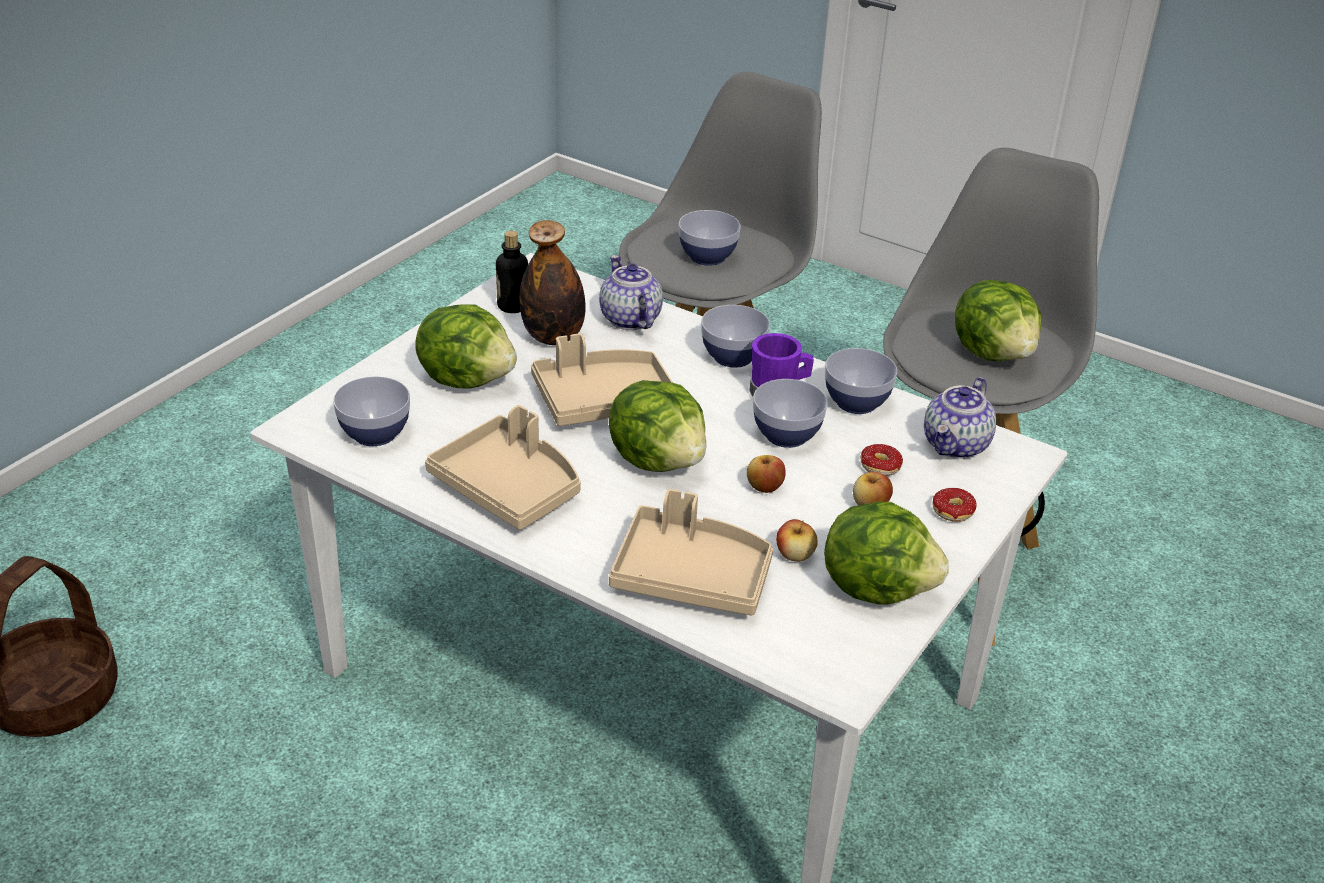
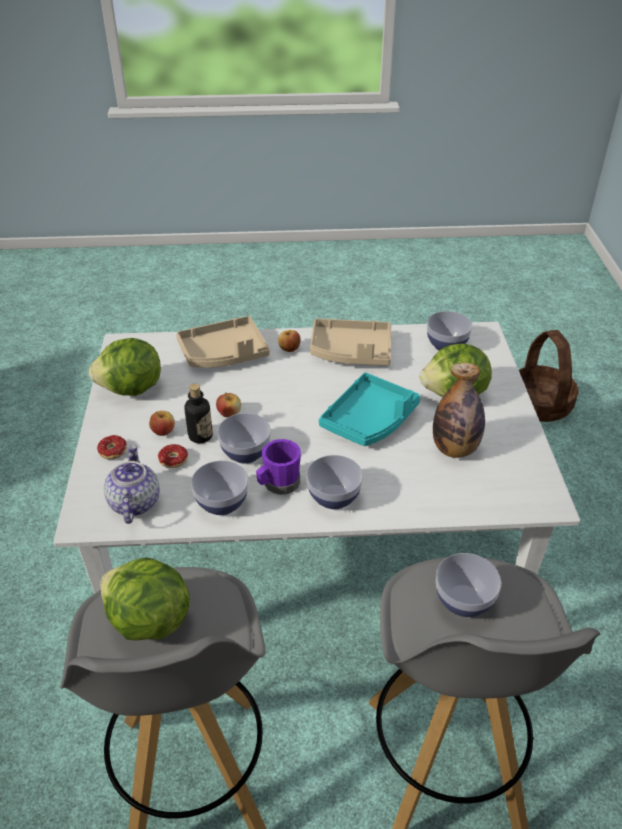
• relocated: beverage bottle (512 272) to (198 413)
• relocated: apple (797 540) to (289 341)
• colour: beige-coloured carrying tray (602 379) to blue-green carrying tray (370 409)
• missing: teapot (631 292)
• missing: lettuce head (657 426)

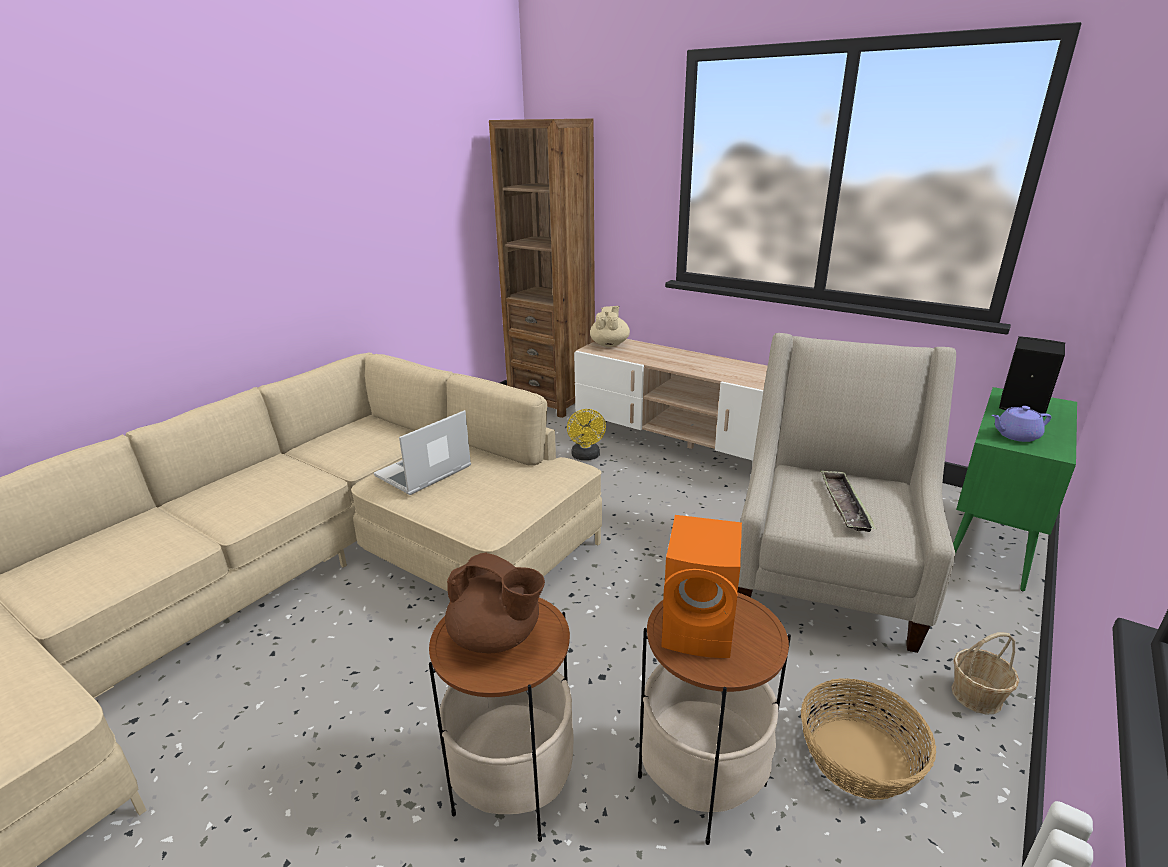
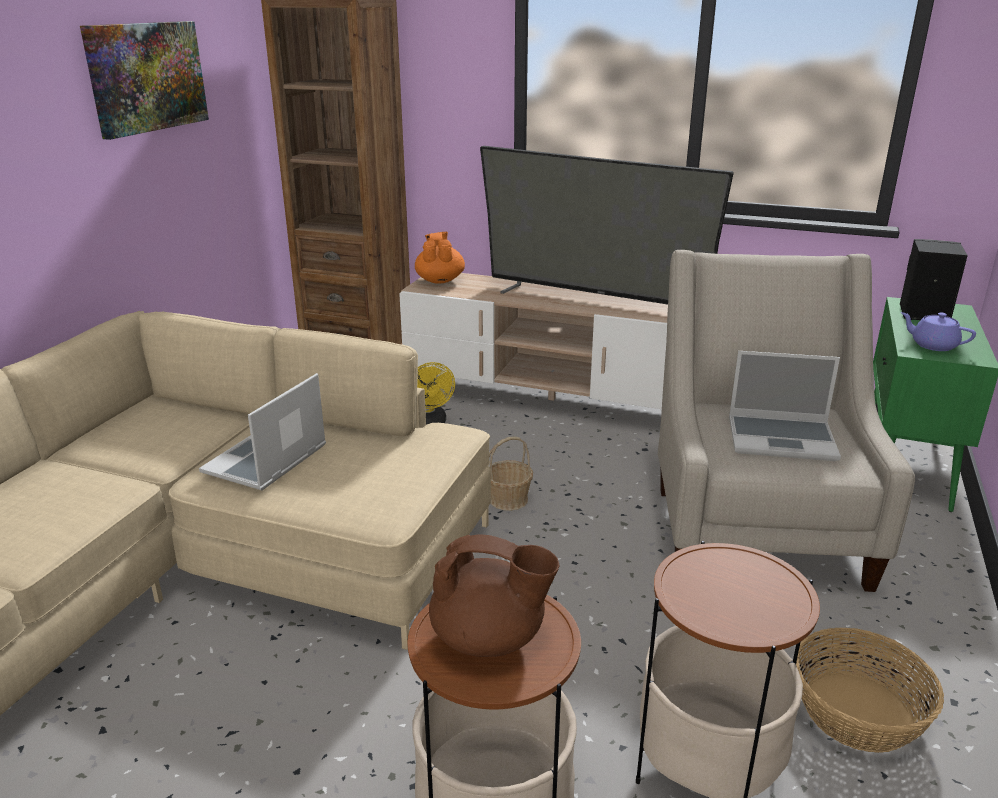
• appeared: wall art (144 80)
• colour: beige-coloured teapot (610 326) to orange-coloured teapot (440 258)
• appeared: TV set (607 225)
• relocated: storage basket (985 673) to (511 474)
• exchanged: carrying tray (848 501) to portable computer (785 406)
• spun: purple-coloured teapot (1021 424) = (938 331) 60 degrees clockwise
• missing: orange-coloured audio speaker (701 586)

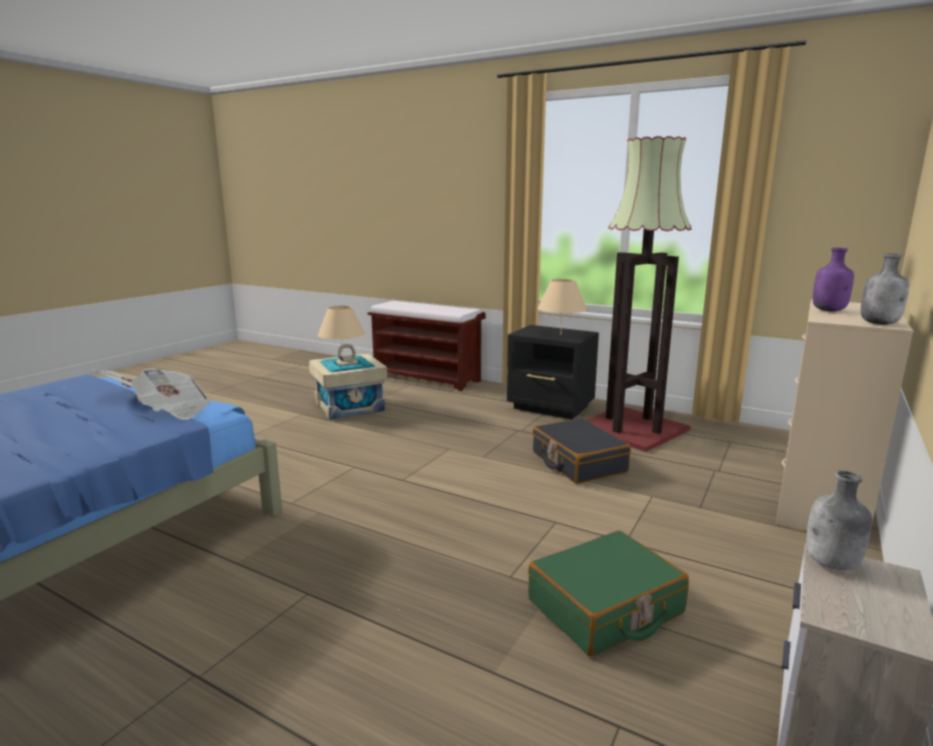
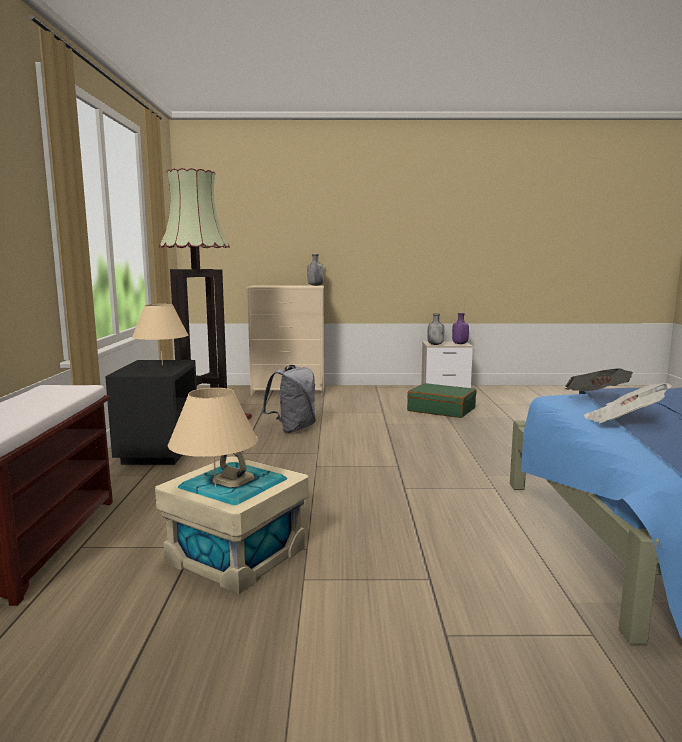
• exchanged: black travel case (582 451) to grey backpack (289 399)
• relocated: purple-coloured beverage bottle (833 279) to (460 328)

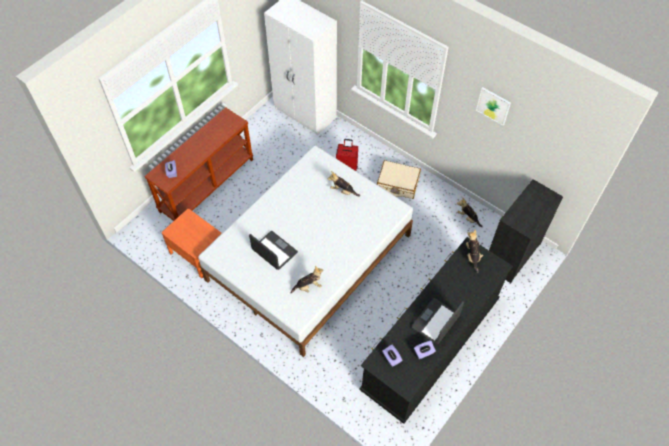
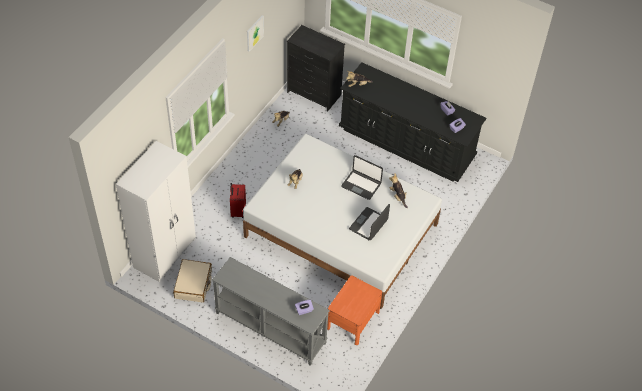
• relocated: beige-coloured travel case (399 179) to (192 281)
• colour: brown hall table (198 164) to grey hall table (270 311)
• relocated: portable computer (438 321) to (362 177)

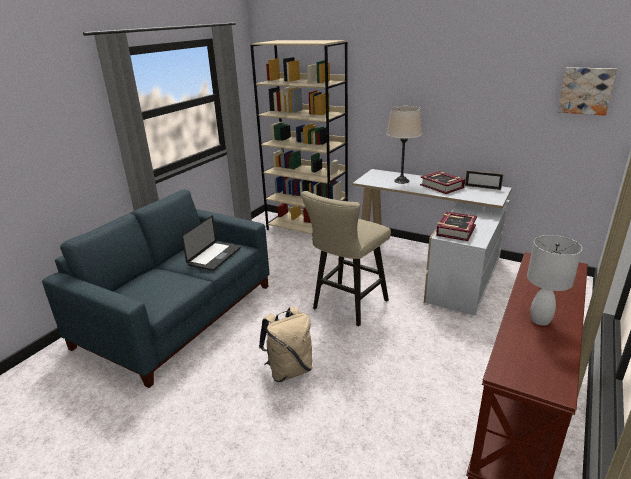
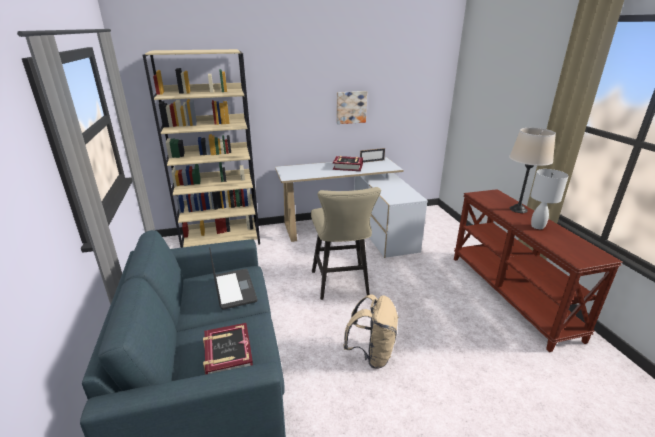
• relocated: volume (456 226) to (228 349)
• relocated: wall art (587 91) to (351 107)
• relocated: beige-coloured lamp for a table (404 145) to (532 170)

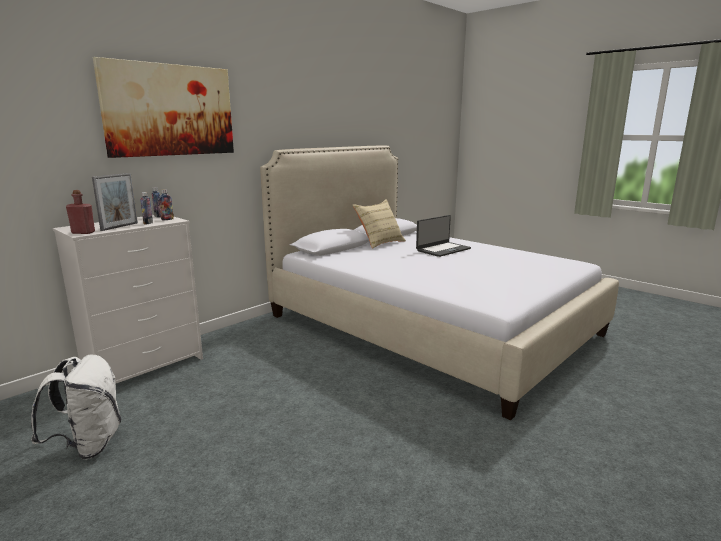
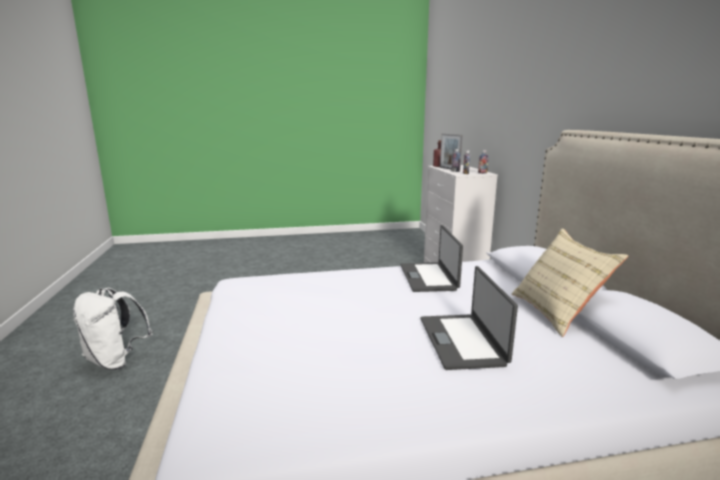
• relocated: whitish backpack (76 407) to (112 329)
• appeared: portable computer (431 258)
• missing: wall art (163 107)

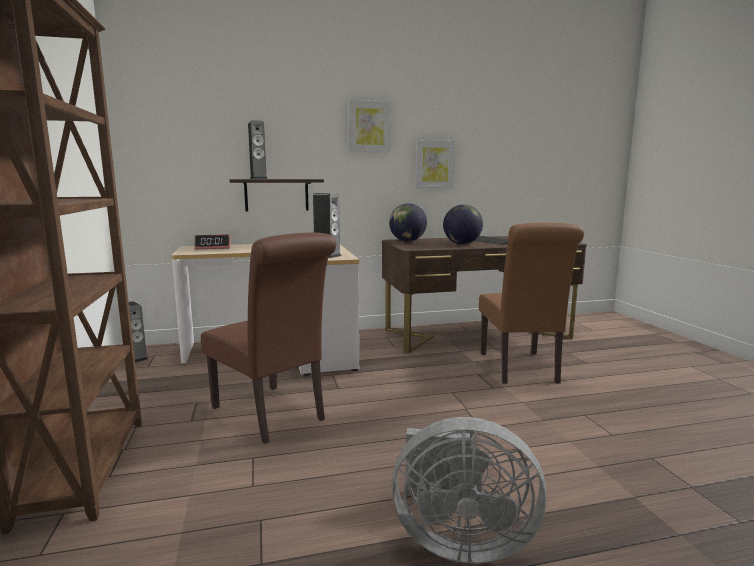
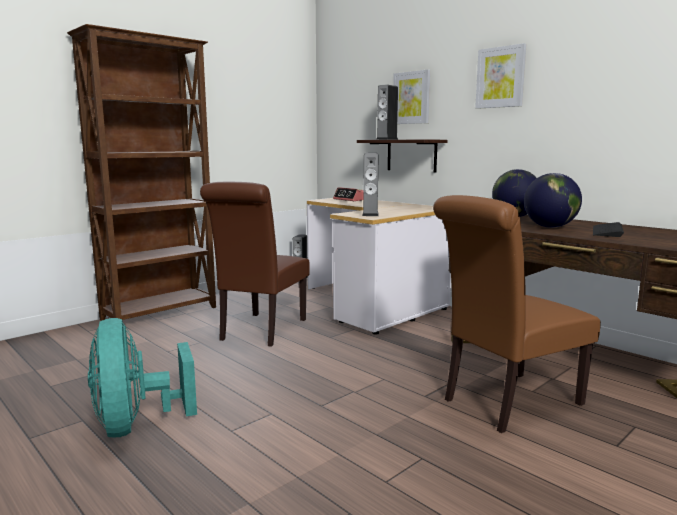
• colour: grey cooling fan (469 490) to blue-green cooling fan (142 378)
• relocated: wall art (435 164) to (411 97)

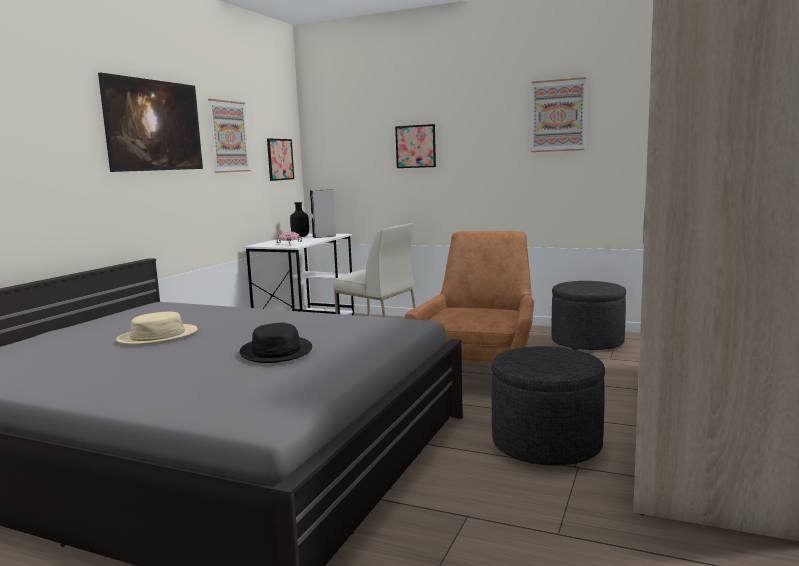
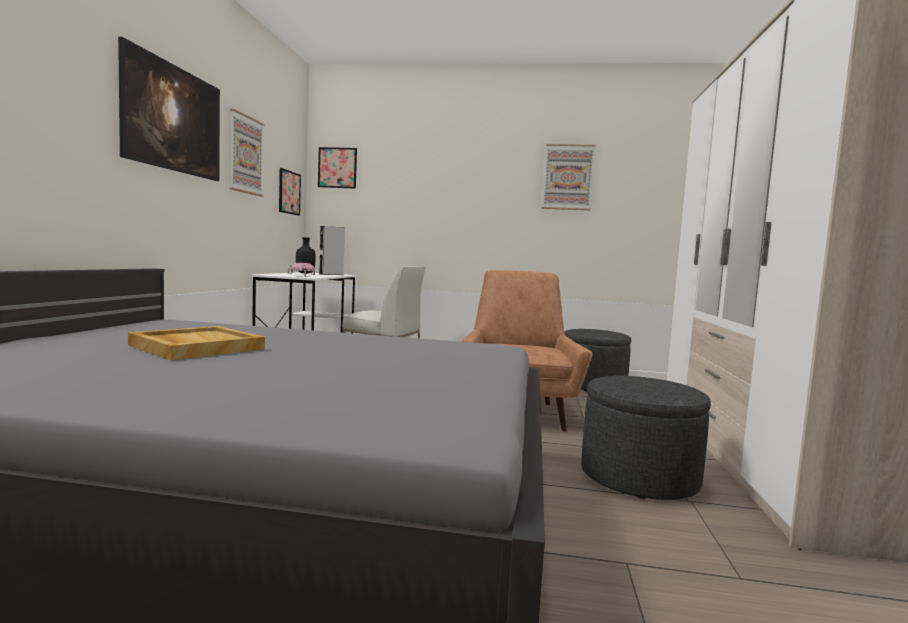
• exchanged: beige-coloured wearable hat (157 328) to beige-coloured carrying tray (196 343)
• relocated: wall art (415 146) to (337 167)
• missing: black wearable hat (275 343)

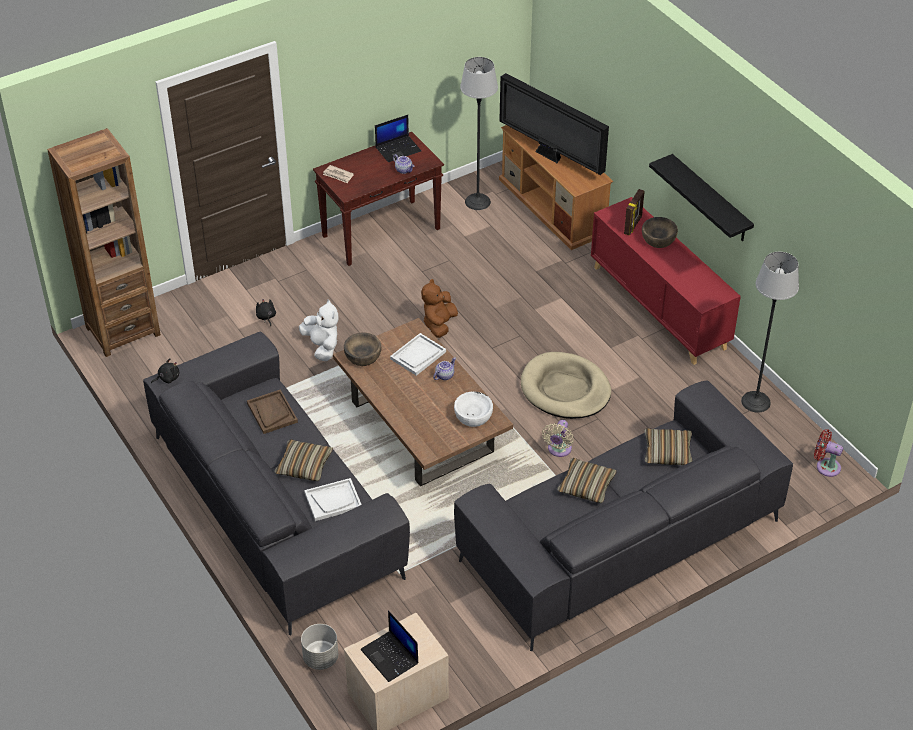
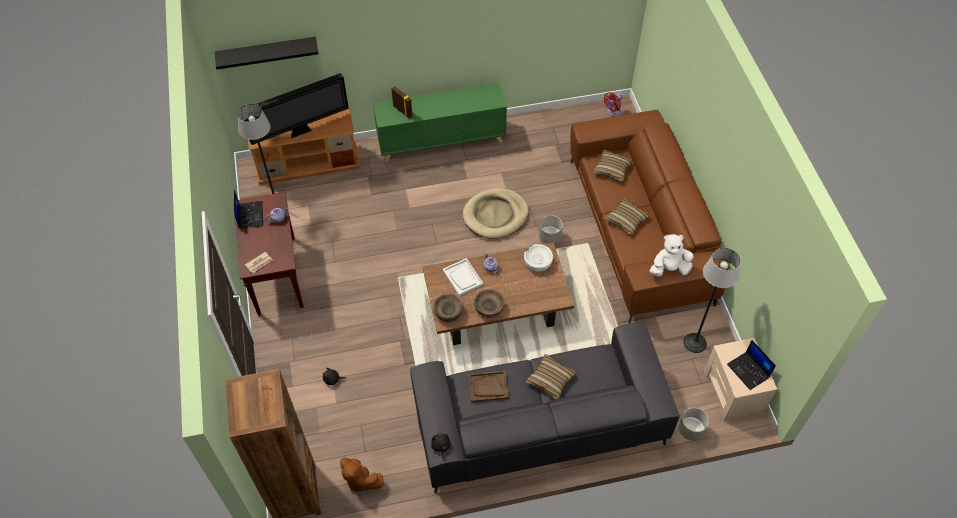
• relocated: black bracket shelf (701 197) to (267 53)
• relocated: brown soft toy (439 308) to (362 474)
• colour: reddish storage cabinet (666 281) to green storage cabinet (440 122)
• relocated: brown bowl (660 232) to (489 303)
• exchanged: beige-coloured cooling fan (558 438) to grey planter (551 229)
• colour: grey settee (623 515) to brown settee (650 216)
• relocated: whitish soft toy (319 330) to (672 255)
• relocated: standard lamp (770 332) to (712 300)
• spun: portable computer (389 646) = (751 365) 75 degrees clockwise
• missing: whitish carrying tray (333 499)

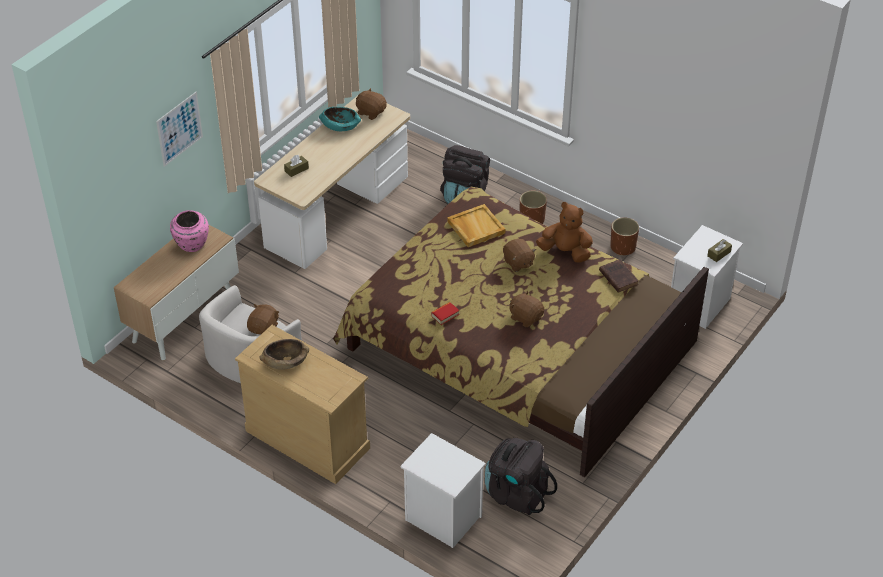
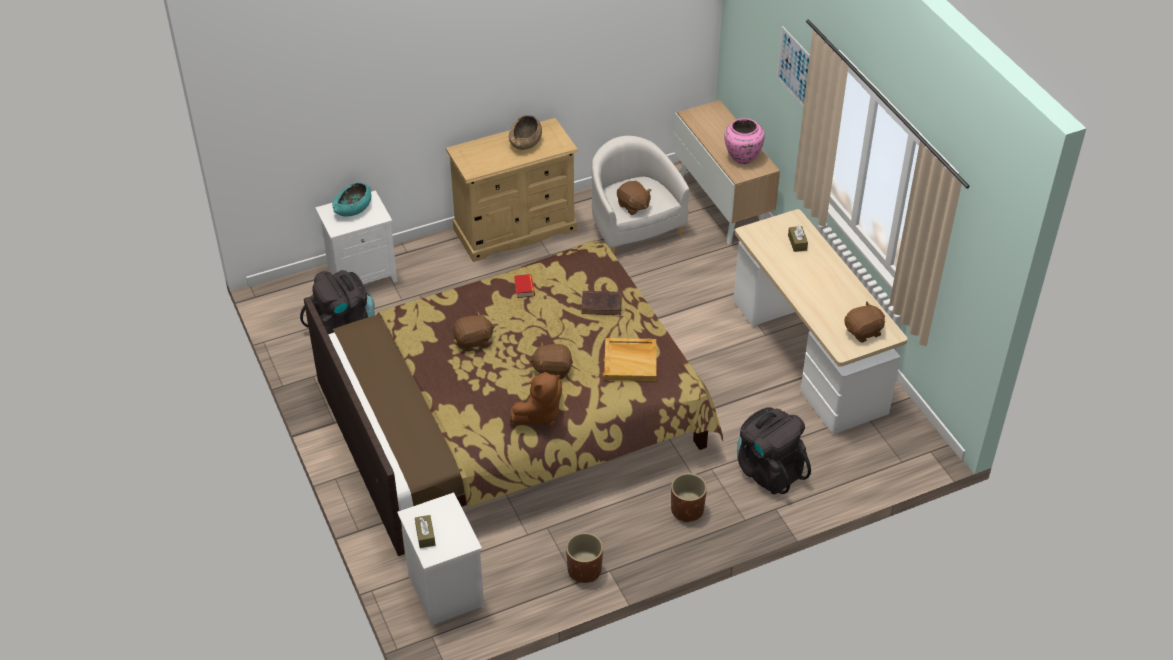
• relocated: blue-green bowl (340 119) to (351 199)
• relocated: brown volume (619 276) to (601 303)

